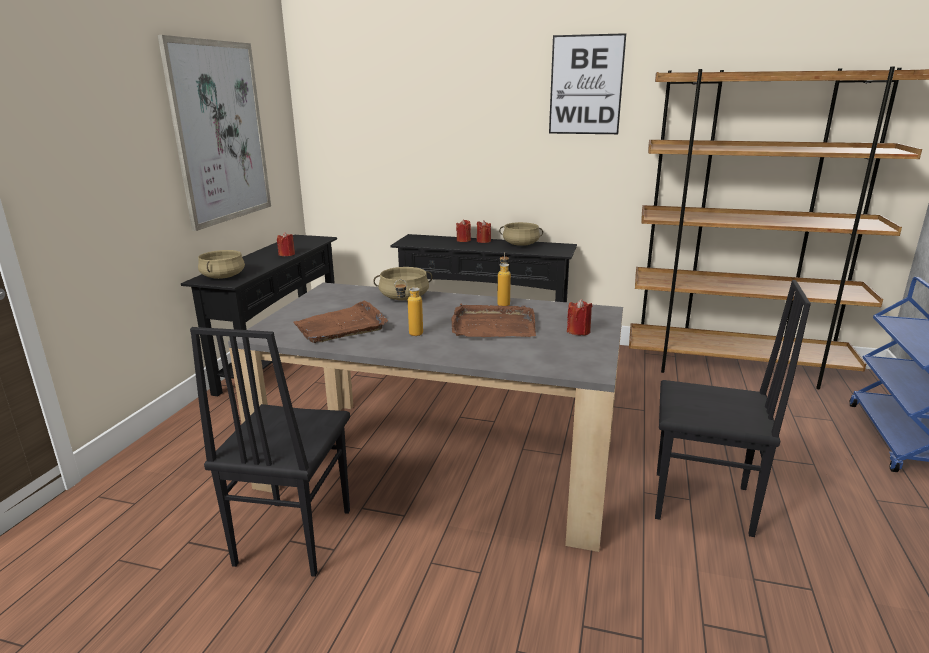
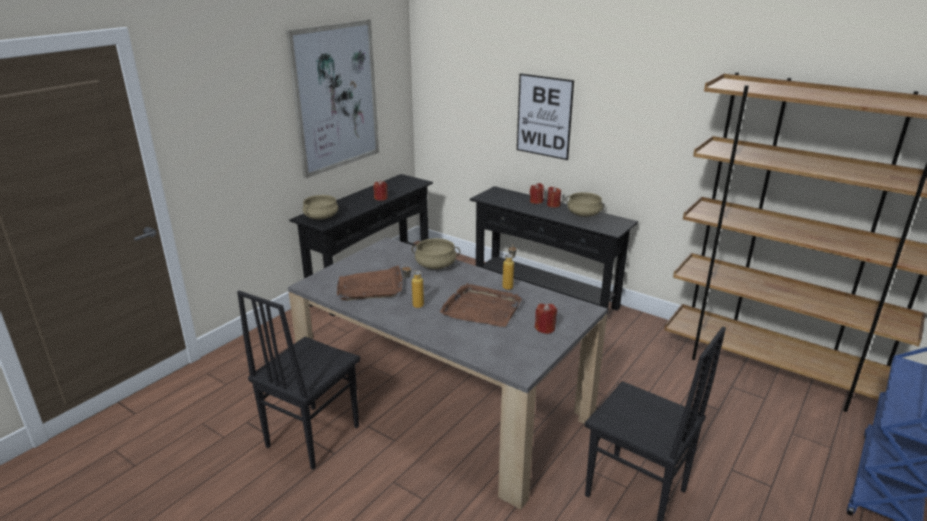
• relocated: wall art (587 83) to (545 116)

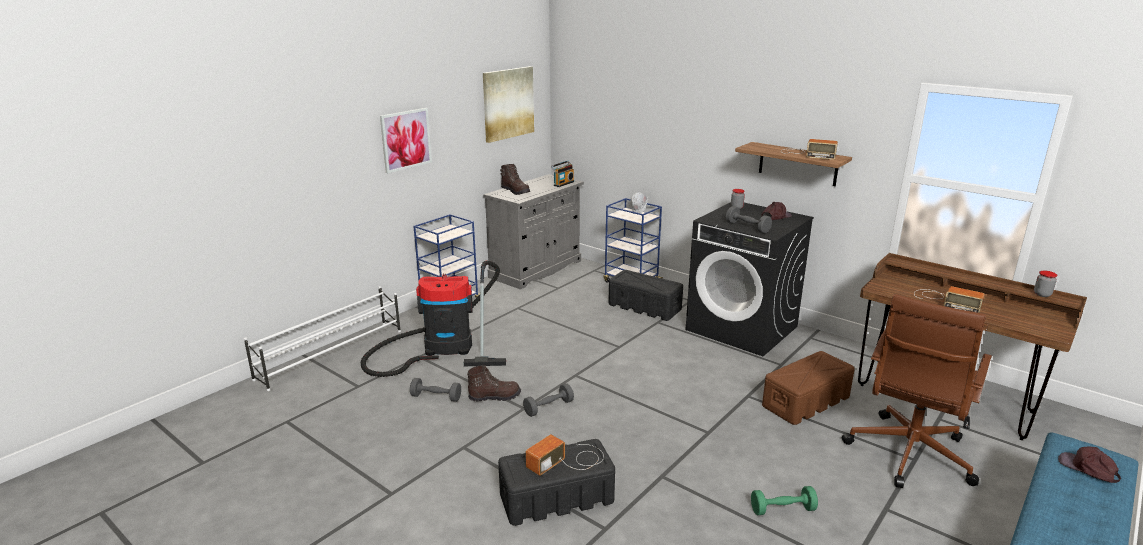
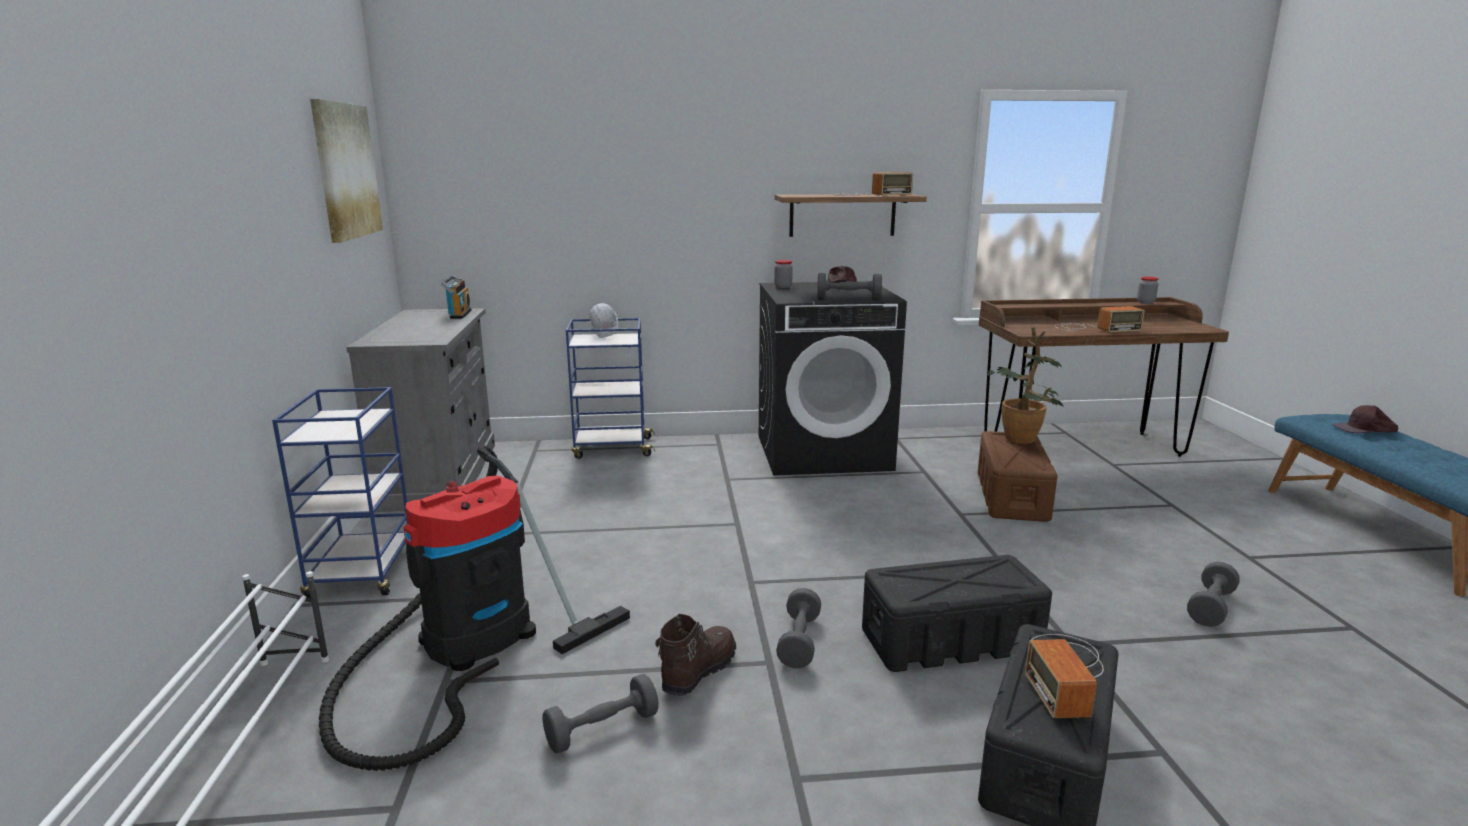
• relocated: black storage bin (645 295) to (957 613)
• appeared: houseplant (1025 385)
• colour: green dumbbell (784 500) to grey dumbbell (1213 594)
• missing: wall art (406 140)
• missing: brown high-top boot (515 179)
• missing: brown computer chair (917 391)

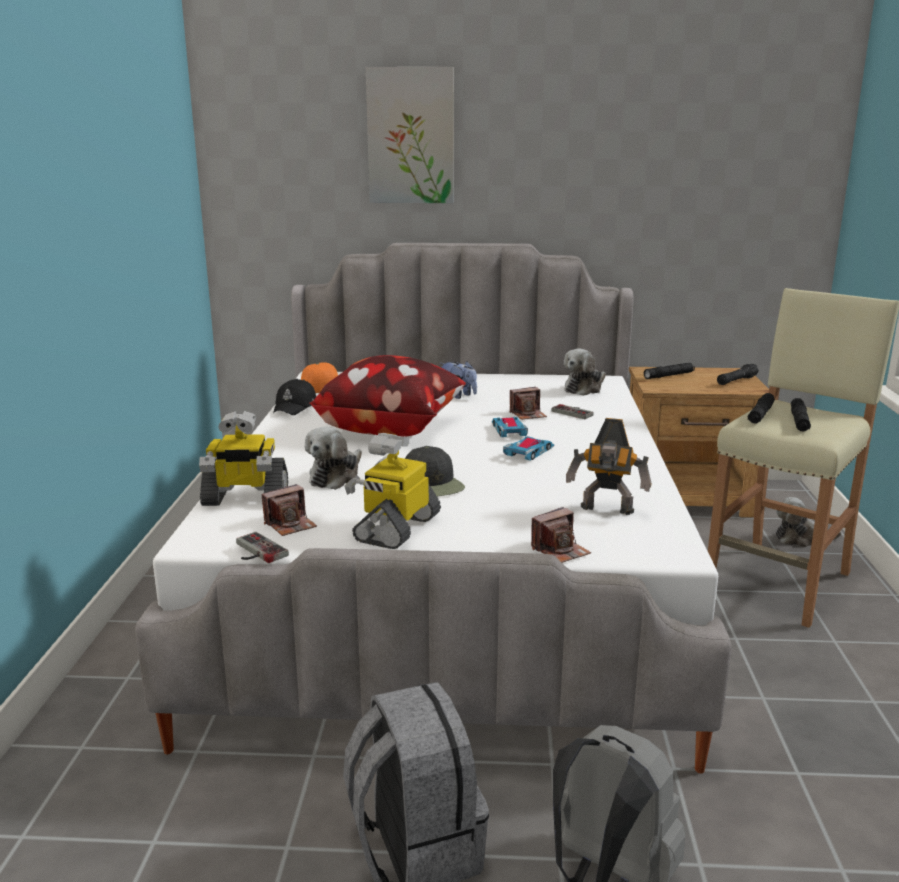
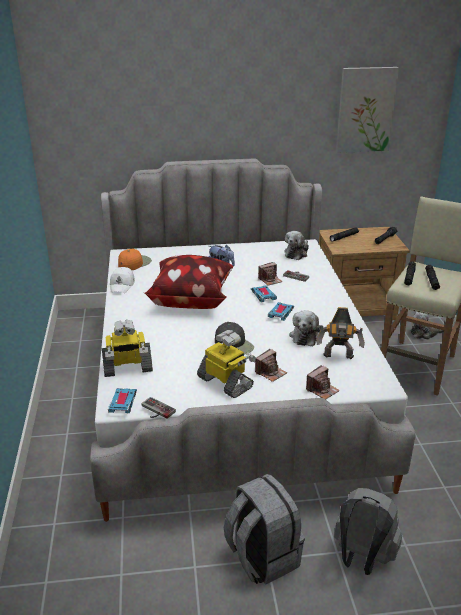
• appeared: model car (122 400)
• colour: black cap (294 397) to whitish cap (122 280)
• spun: robot figure (393 491) = (226 364) 120 degrees clockwise
• relocated: still camera (289 510) to (271 365)
• relocated: soft toy (333 458) to (305 328)
• relocated: wall art (410 135) to (367 110)

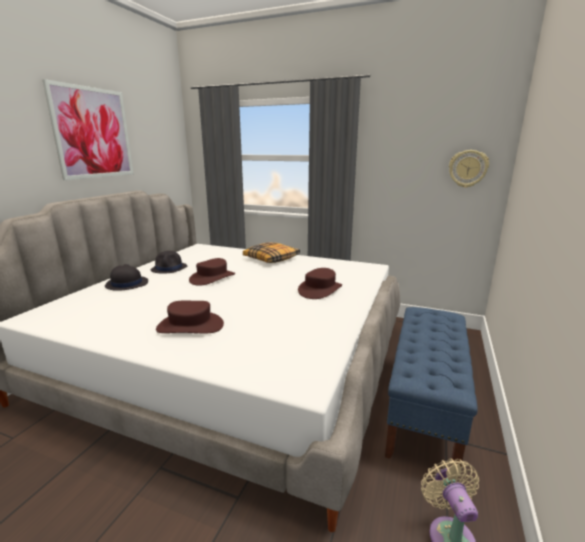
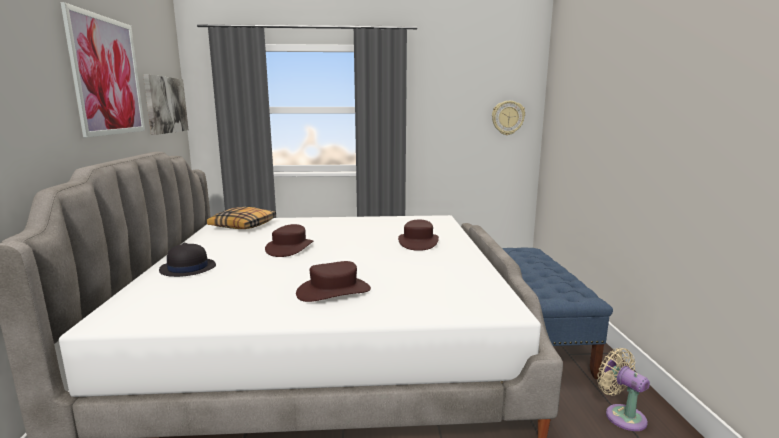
• appeared: wall art (166 104)
• relocated: throw pillow (271 252) to (241 218)
• missing: black wearable hat (168 262)

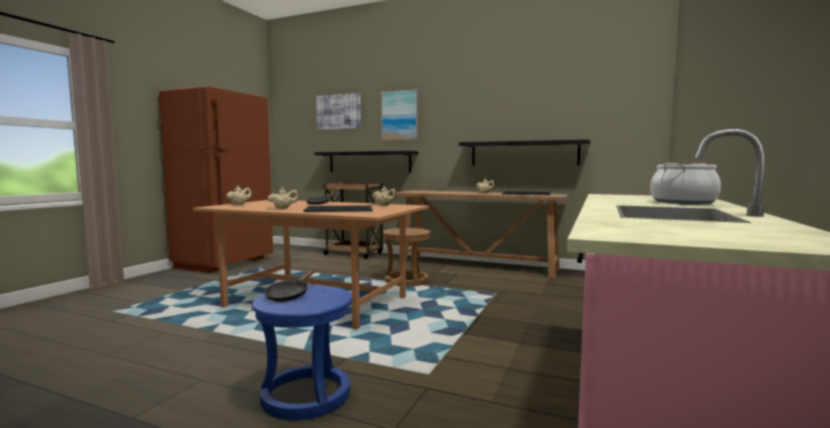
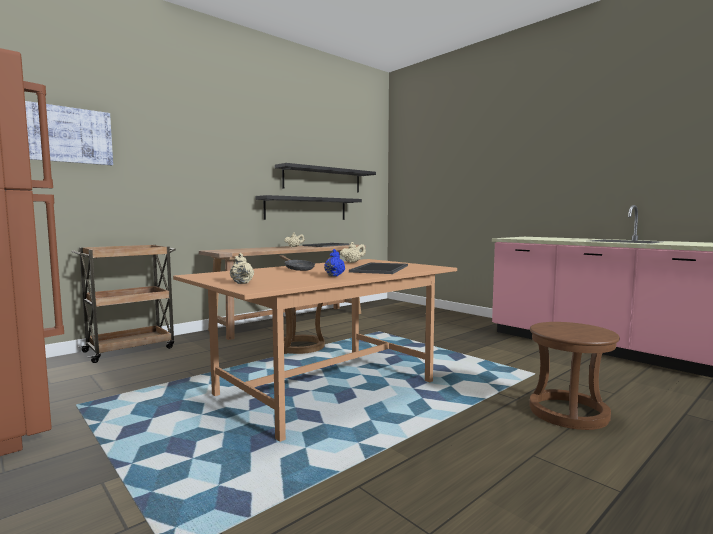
• relocated: black bracket shelf (366 162) to (325 178)
• colour: beige-coloured teapot (283 198) to blue teapot (334 263)
• colour: blue stool (302 352) to brown stool (574 376)
• missing: black frying pan (290 285)
• missing: wall art (399 115)
• missing: saucepot (685 183)

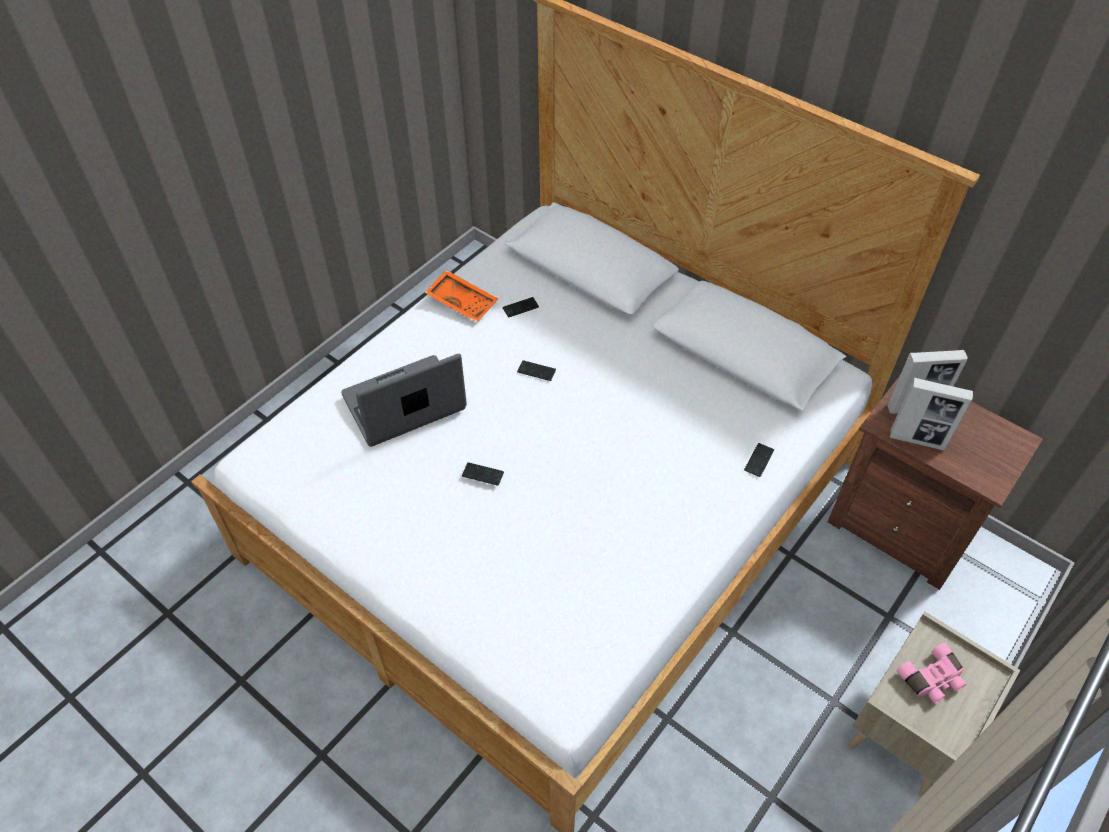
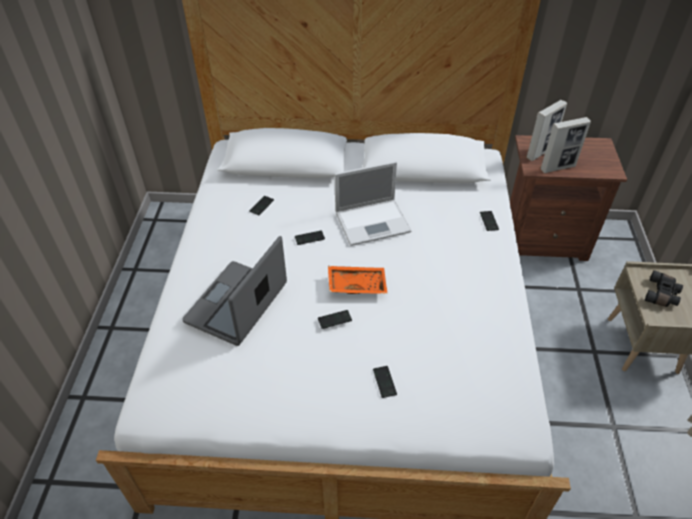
• relocated: orange-coloured carrying tray (461 296) to (358 280)
• appeared: portable computer (373 203)
• appeared: handset (385 382)
• colour: pinkish field glasses (931 673) to black field glasses (664 288)

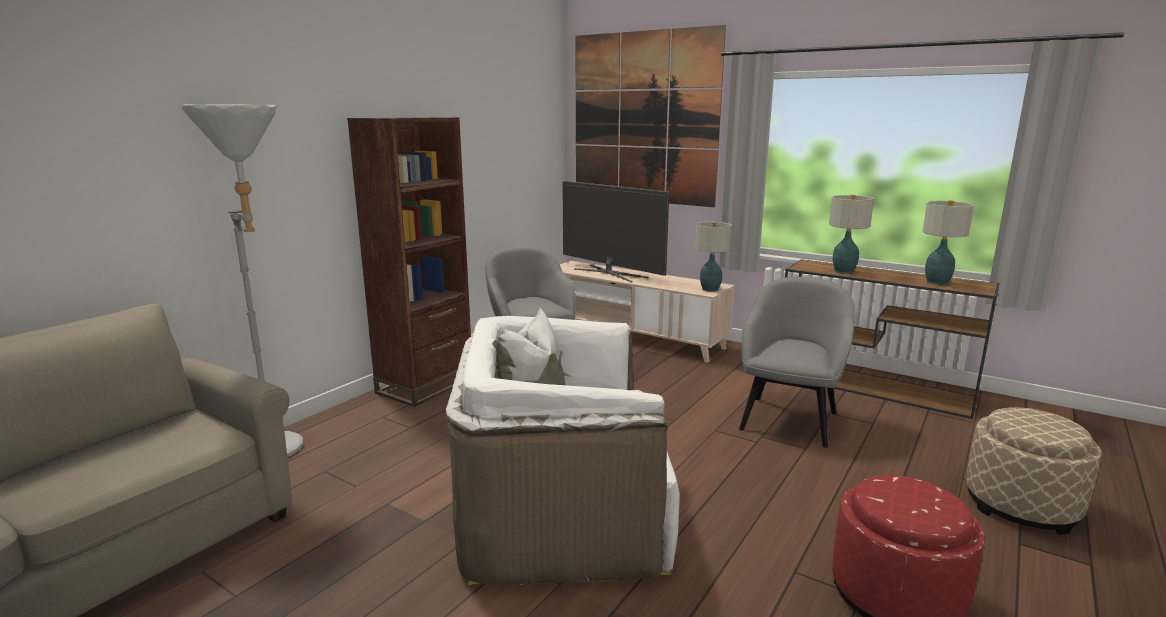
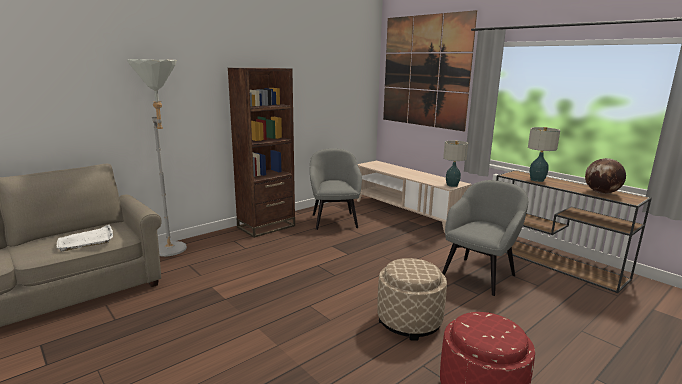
• appeared: whitish carrying tray (85 238)
• relocated: beige-coloured footrest (1034 471) to (412 299)
• exchanged: lamp for a table (948 242) to desk globe (605 176)
• missing: whitish armchair (562 446)
• missing: TV set (615 231)

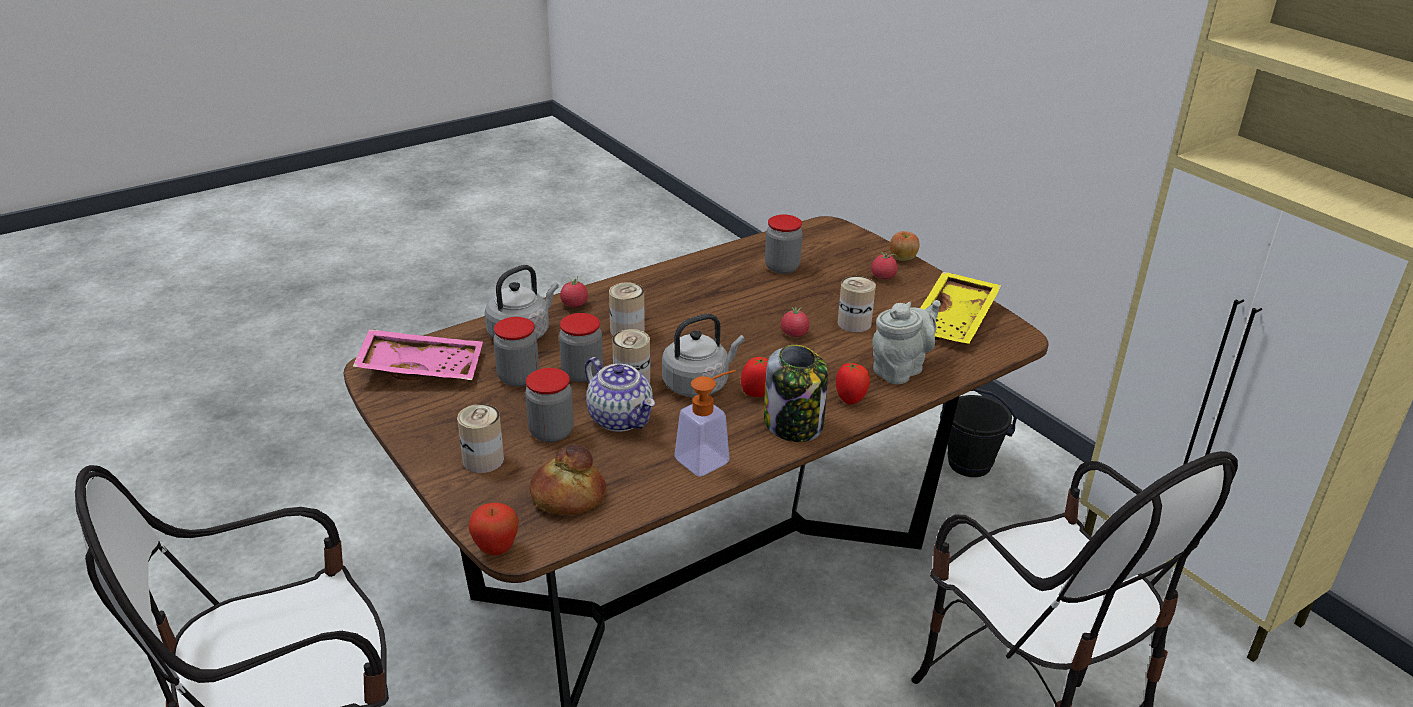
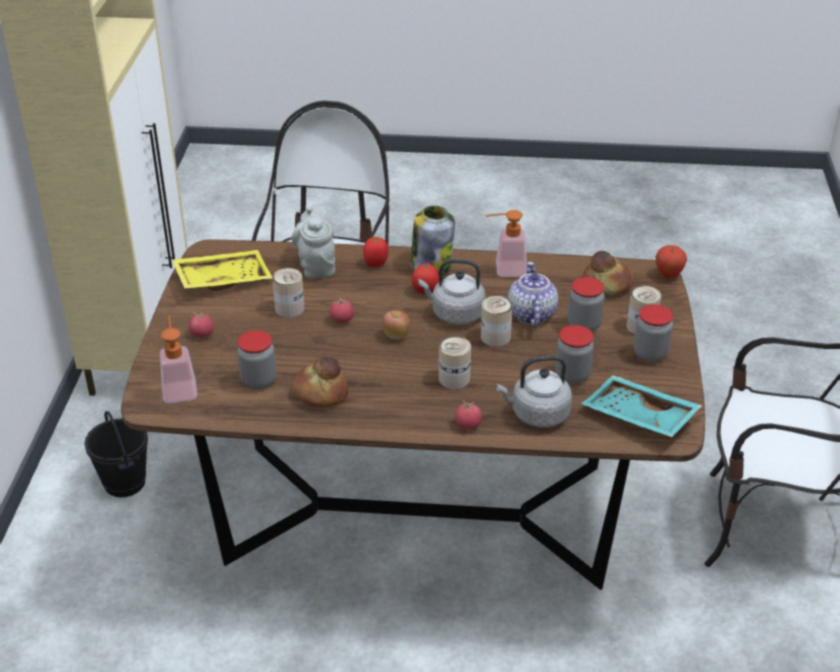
• appeared: liquid soap bottle (178 359)
• spun: grey teapot (906 342) = (313 242) 75 degrees clockwise
• appeared: bread (320 382)
• relocated: apple (904 246) to (396 325)
• colour: pinkish carrying tray (418 354) to blue-green carrying tray (641 406)
• relocated: storage jar (581 347) to (653 333)

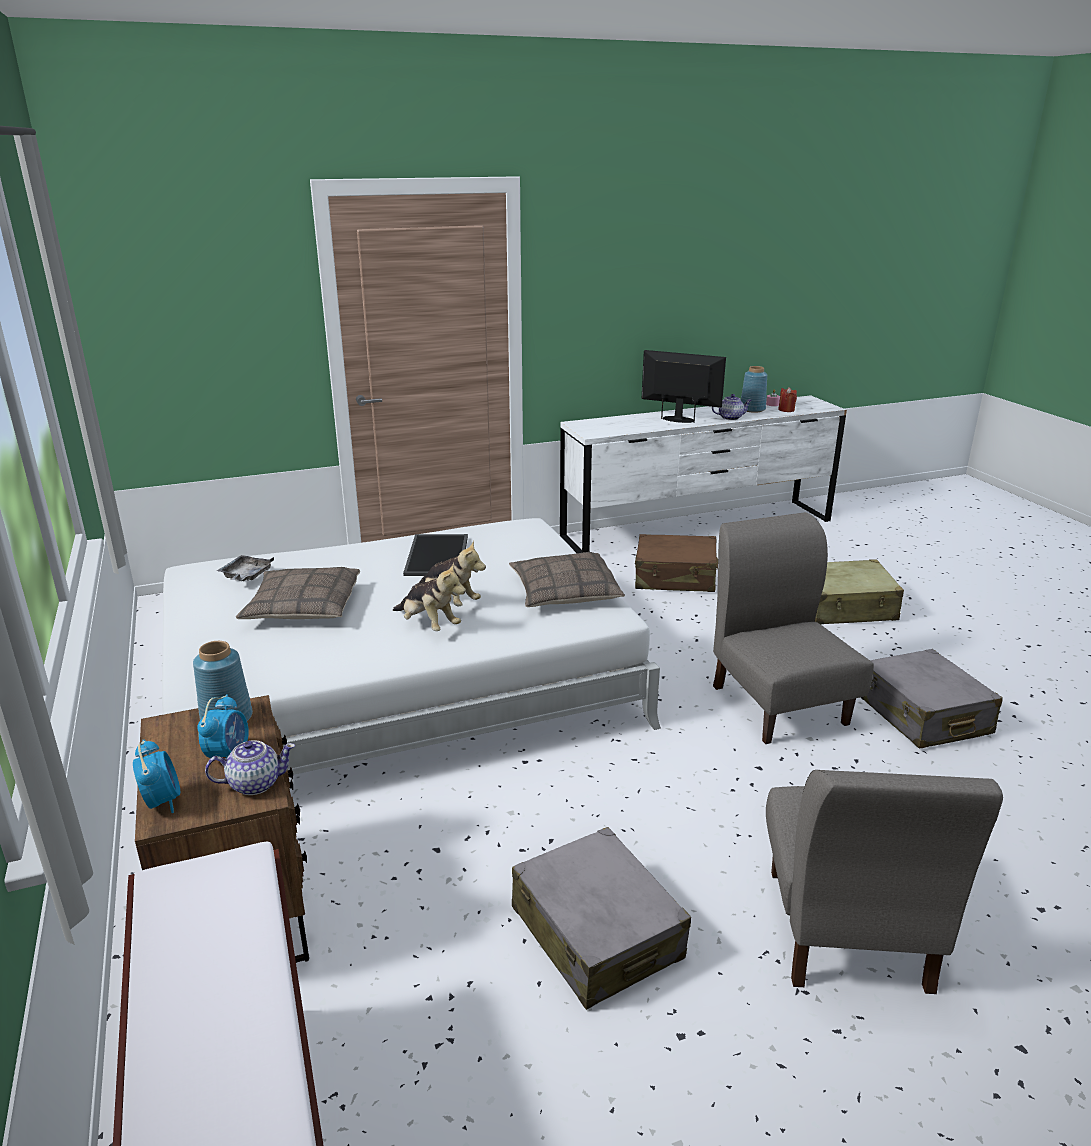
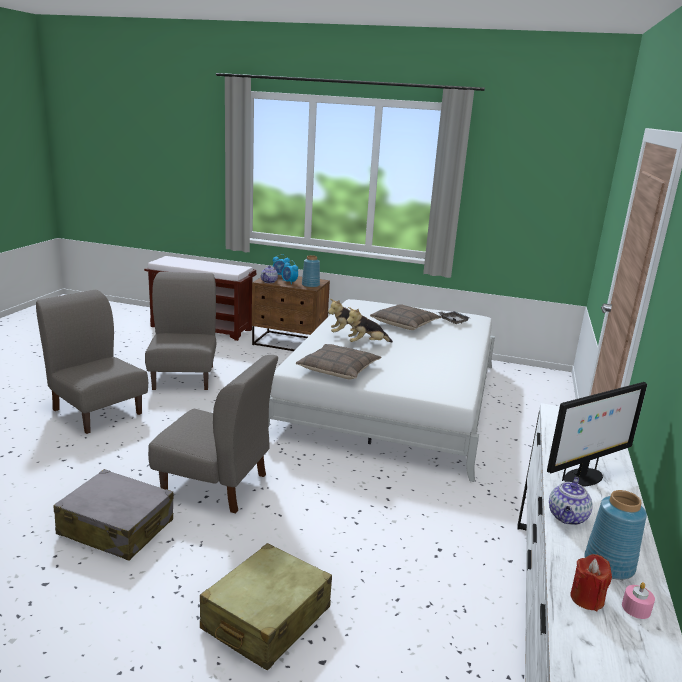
• exchanged: grey travel case (601 918) to grey chair (180 331)
• missing: carrying tray (435 555)
• missing: brown travel case (676 563)

